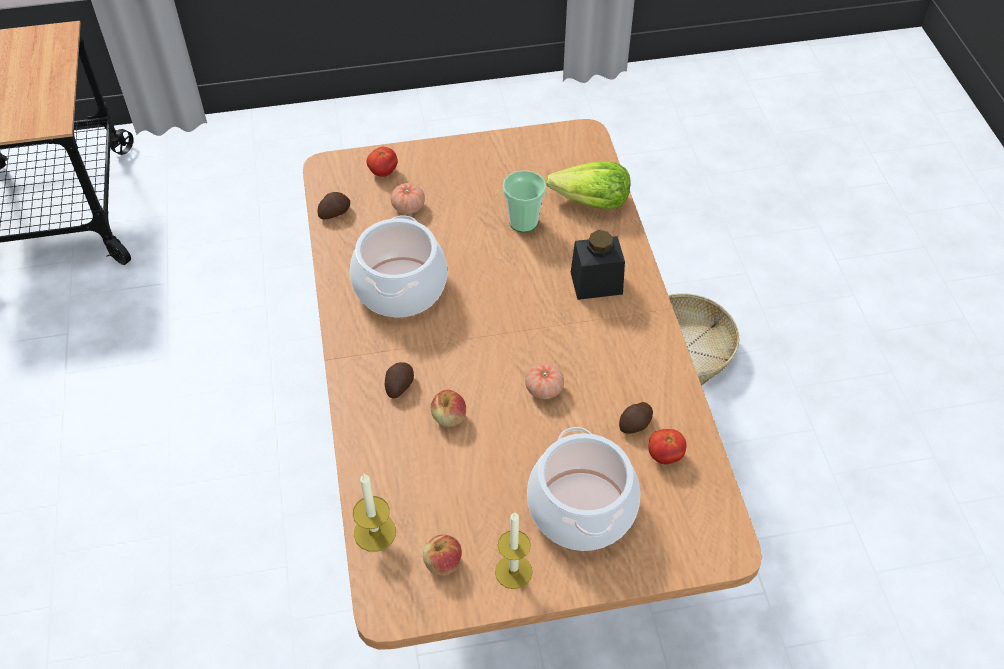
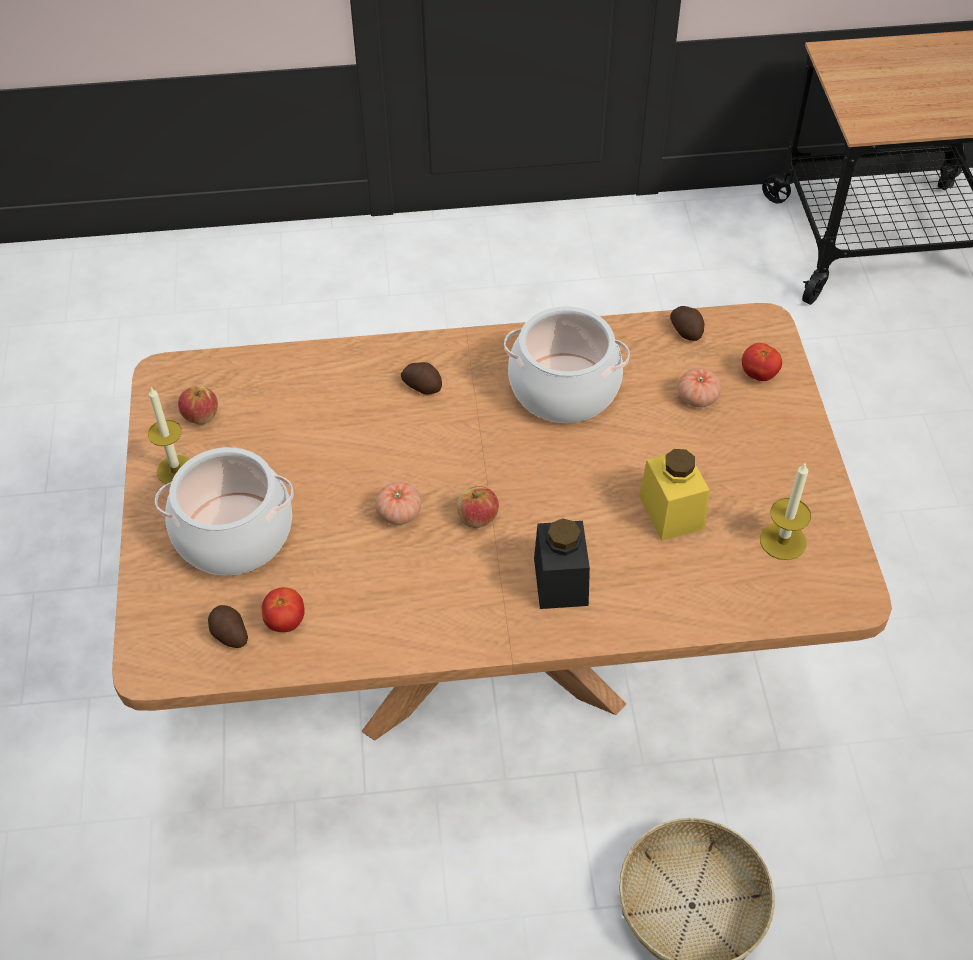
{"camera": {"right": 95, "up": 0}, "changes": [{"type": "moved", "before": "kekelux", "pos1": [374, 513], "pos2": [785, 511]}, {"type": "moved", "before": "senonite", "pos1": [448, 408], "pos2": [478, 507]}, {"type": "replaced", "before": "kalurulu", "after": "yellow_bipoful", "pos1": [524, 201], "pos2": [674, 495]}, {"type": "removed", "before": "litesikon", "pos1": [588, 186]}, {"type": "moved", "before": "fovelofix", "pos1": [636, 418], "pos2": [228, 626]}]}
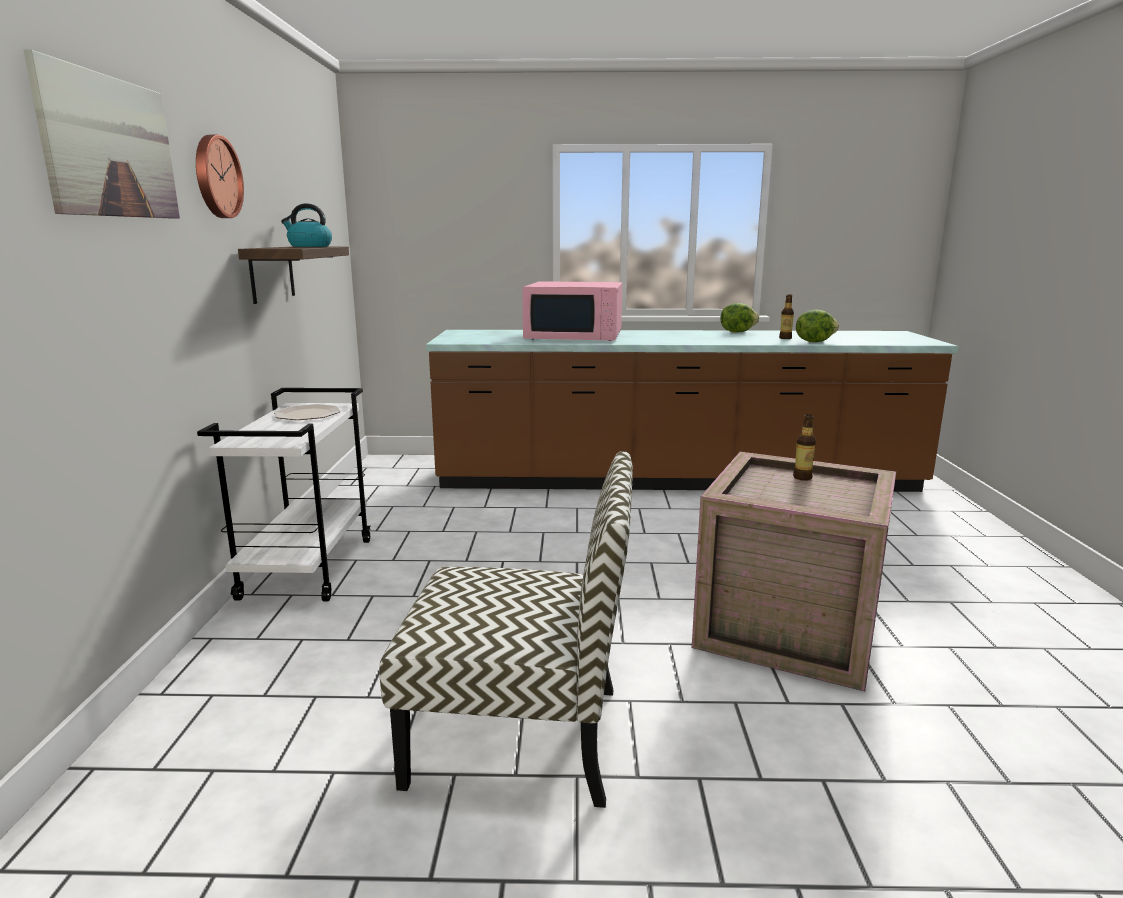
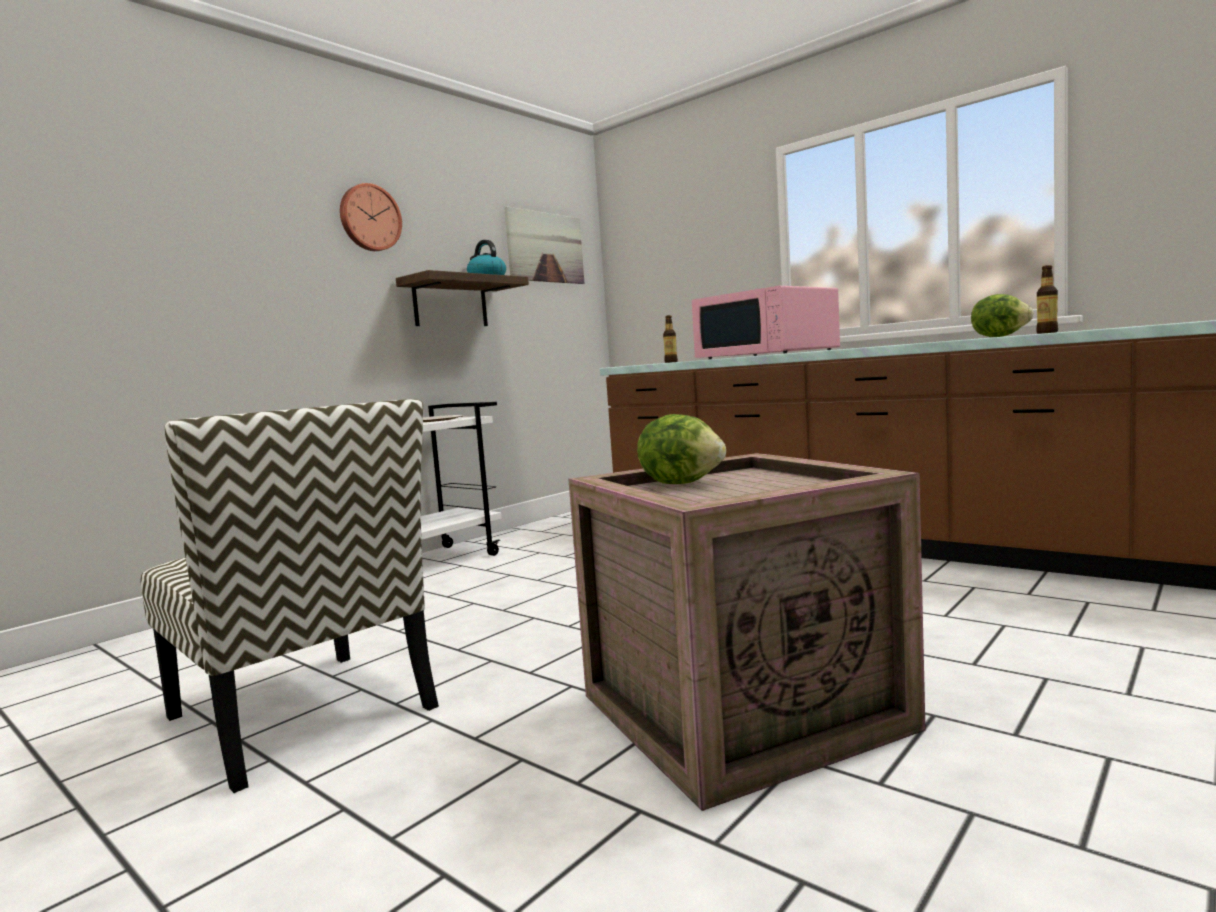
{"camera": {"right": 40, "up": -10}, "changes": [{"type": "moved", "before": "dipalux", "pos1": [102, 134], "pos2": [544, 245]}, {"type": "moved", "before": "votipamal", "pos1": [804, 447], "pos2": [670, 339]}, {"type": "moved", "before": "litesikon", "pos1": [817, 325], "pos2": [681, 449]}]}
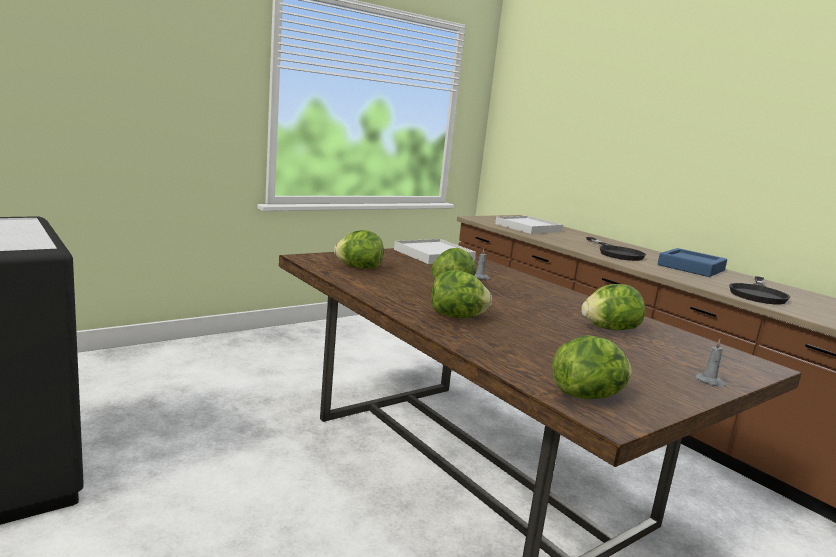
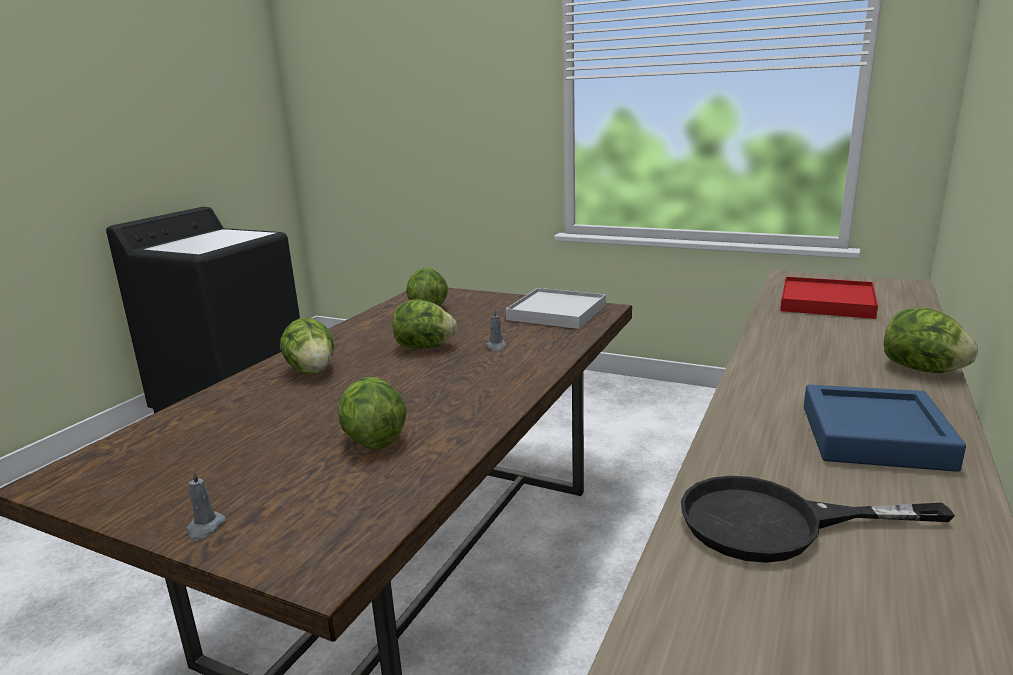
{"camera": {"right": 65, "up": 5}, "changes": [{"type": "recoloured", "before": "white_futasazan", "after": "red_futasazan", "pos1": [529, 225], "pos2": [829, 298]}, {"type": "moved", "before": "litesikon", "pos1": [592, 367], "pos2": [931, 340]}, {"type": "removed", "before": "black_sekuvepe", "pos1": [616, 249]}]}
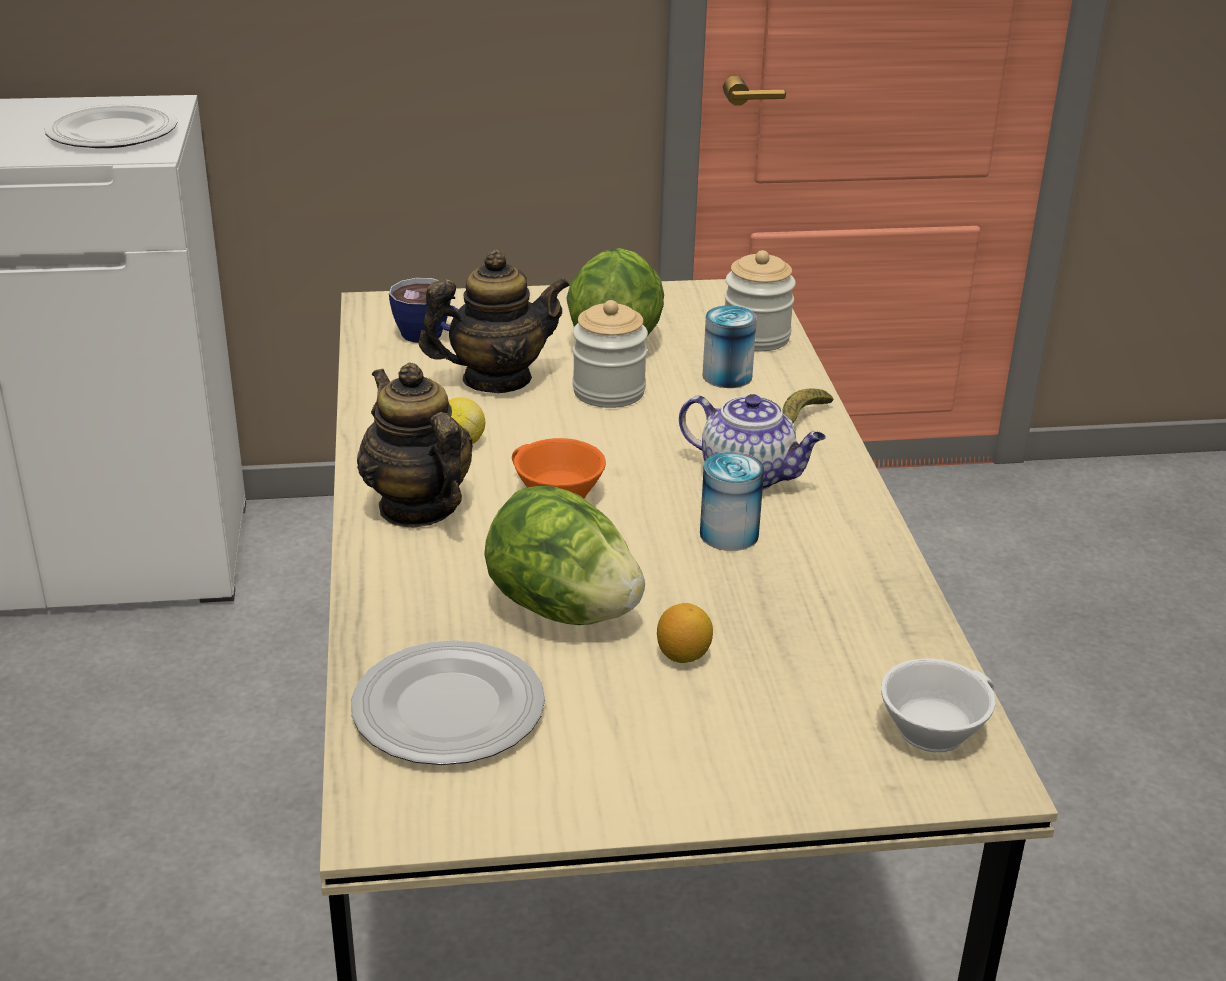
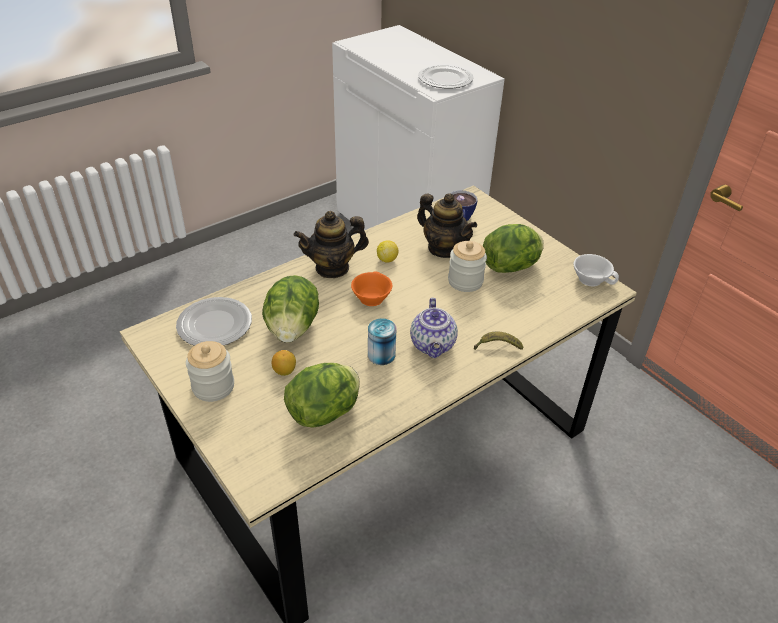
{"camera": {"right": 60, "up": 10}, "changes": [{"type": "turned", "before": "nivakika", "pos1": [415, 444], "pos2": [331, 244], "turn": -135}, {"type": "removed", "before": "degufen", "pos1": [730, 346]}, {"type": "moved", "before": "bipoful", "pos1": [760, 300], "pos2": [210, 371]}, {"type": "moved", "before": "white_kalurulu", "pos1": [938, 705], "pos2": [596, 270]}, {"type": "added", "after": "litesikon", "pos2": [322, 395]}]}
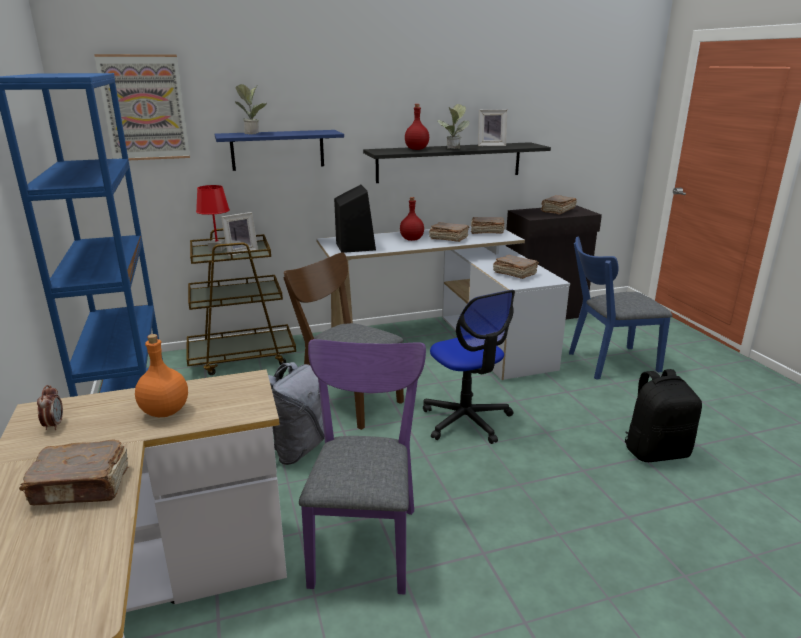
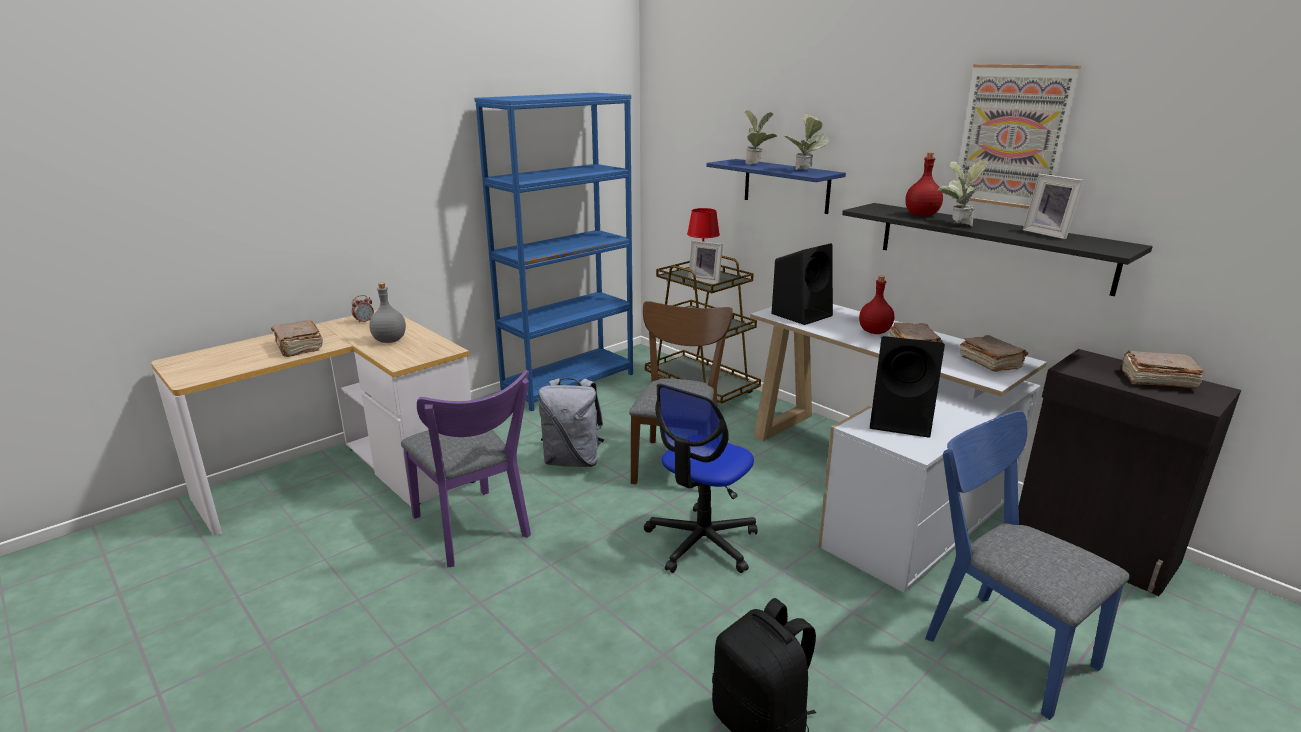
{"camera": {"right": 65, "up": 0}, "changes": [{"type": "moved", "before": "dipalux", "pos1": [142, 107], "pos2": [1016, 136]}, {"type": "recoloured", "before": "orange_votipamal", "after": "grey_votipamal", "pos1": [161, 375], "pos2": [387, 313]}, {"type": "turned", "before": "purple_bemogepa", "pos1": [362, 466], "pos2": [466, 468], "turn": 75}, {"type": "replaced", "before": "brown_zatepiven", "after": "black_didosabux", "pos1": [516, 267], "pos2": [907, 387]}, {"type": "added", "after": "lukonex", "pos2": [807, 142]}]}
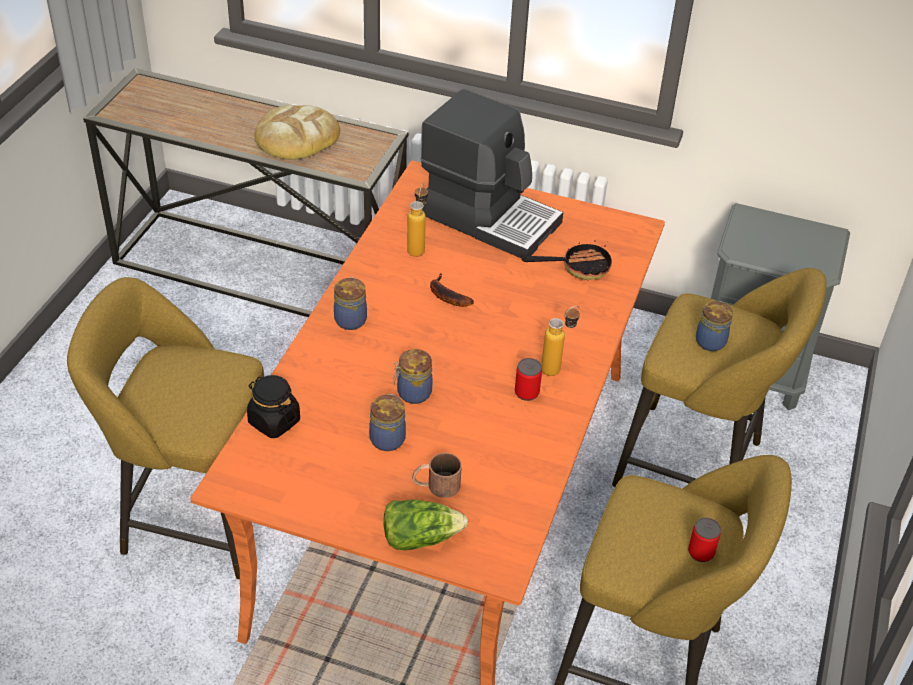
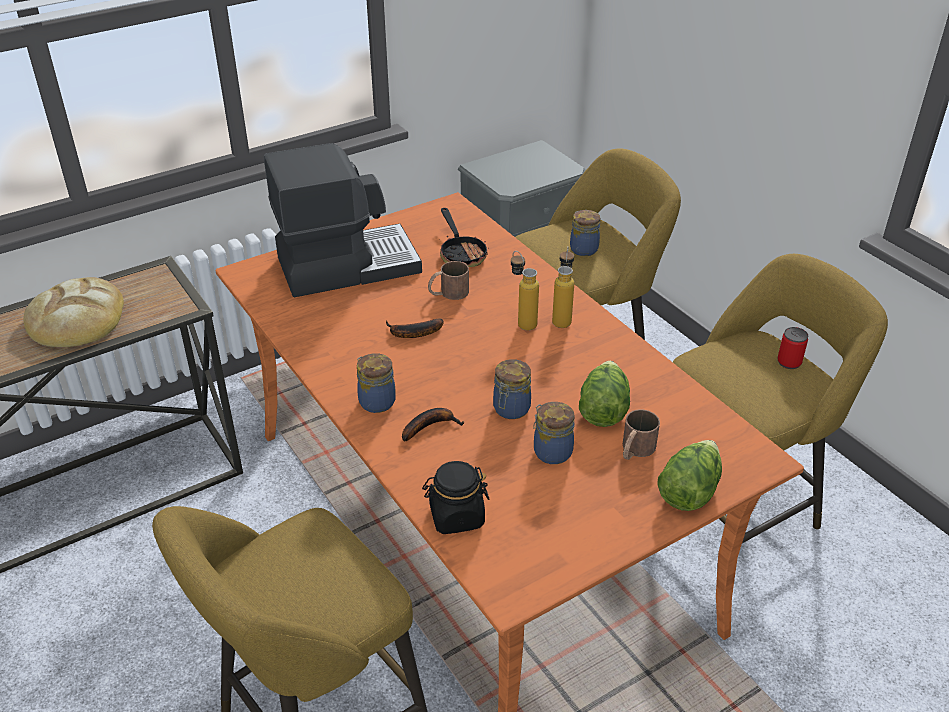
{"camera": {"right": -50, "up": -5}, "changes": [{"type": "moved", "before": "votipamal", "pos1": [417, 220], "pos2": [525, 291]}, {"type": "removed", "before": "degufen", "pos1": [528, 379]}, {"type": "turned", "before": "sekuvepe", "pos1": [567, 261], "pos2": [464, 237], "turn": 135}, {"type": "added", "after": "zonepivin", "pos2": [433, 425]}, {"type": "added", "after": "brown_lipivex", "pos2": [448, 280]}, {"type": "added", "after": "litesikon", "pos2": [604, 394]}]}
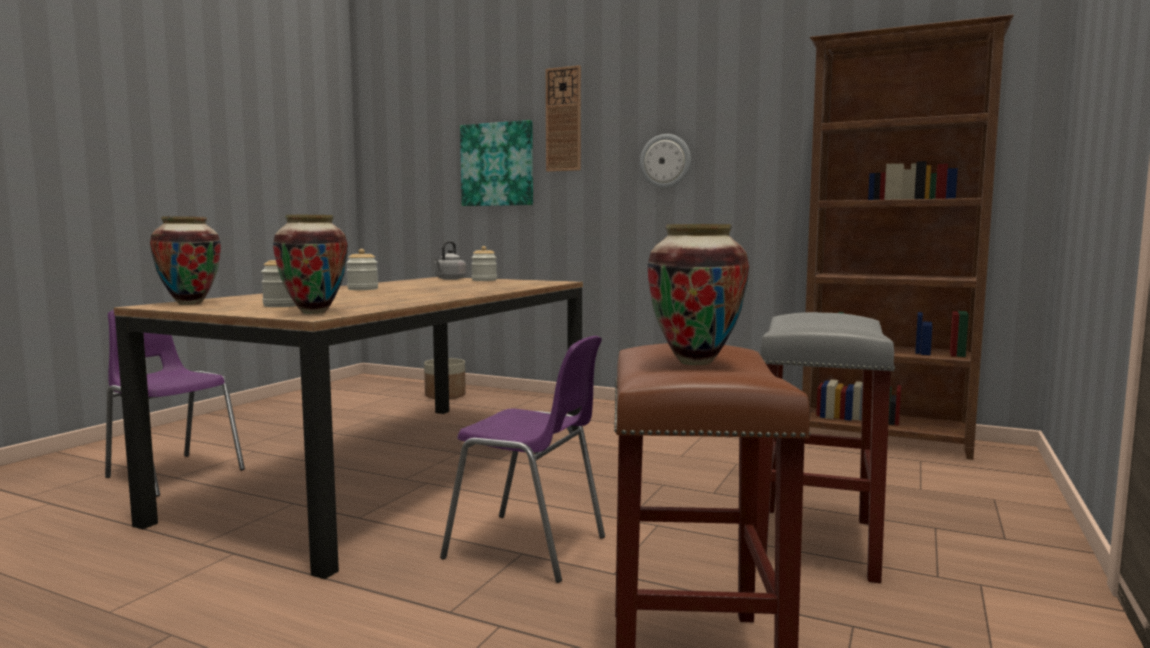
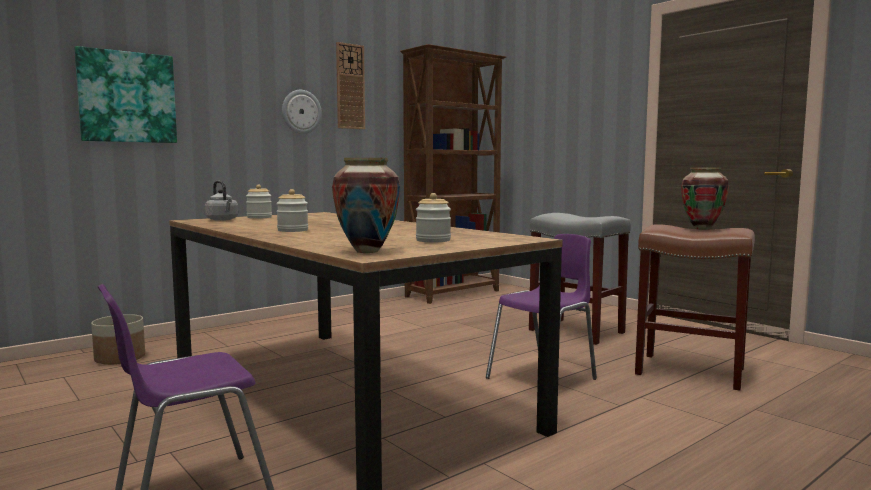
{"camera": {"right": -65, "up": 0}, "changes": [{"type": "removed", "before": "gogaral", "pos1": [310, 264]}, {"type": "moved", "before": "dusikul", "pos1": [563, 118], "pos2": [350, 85]}]}
